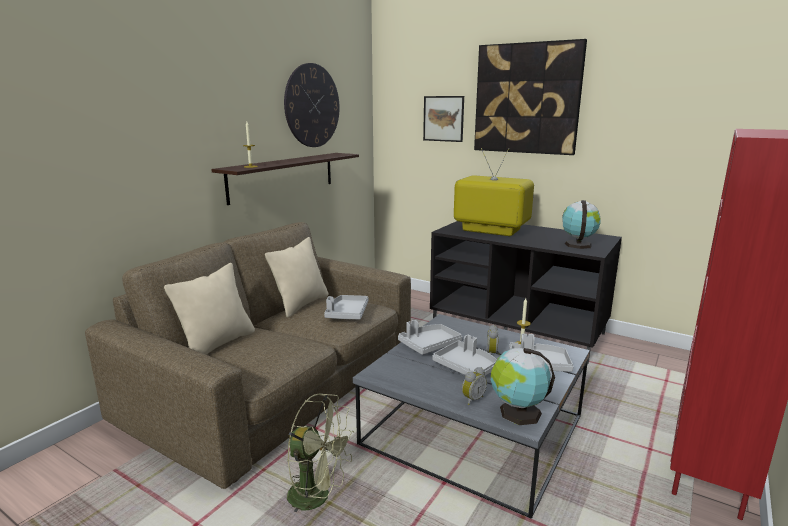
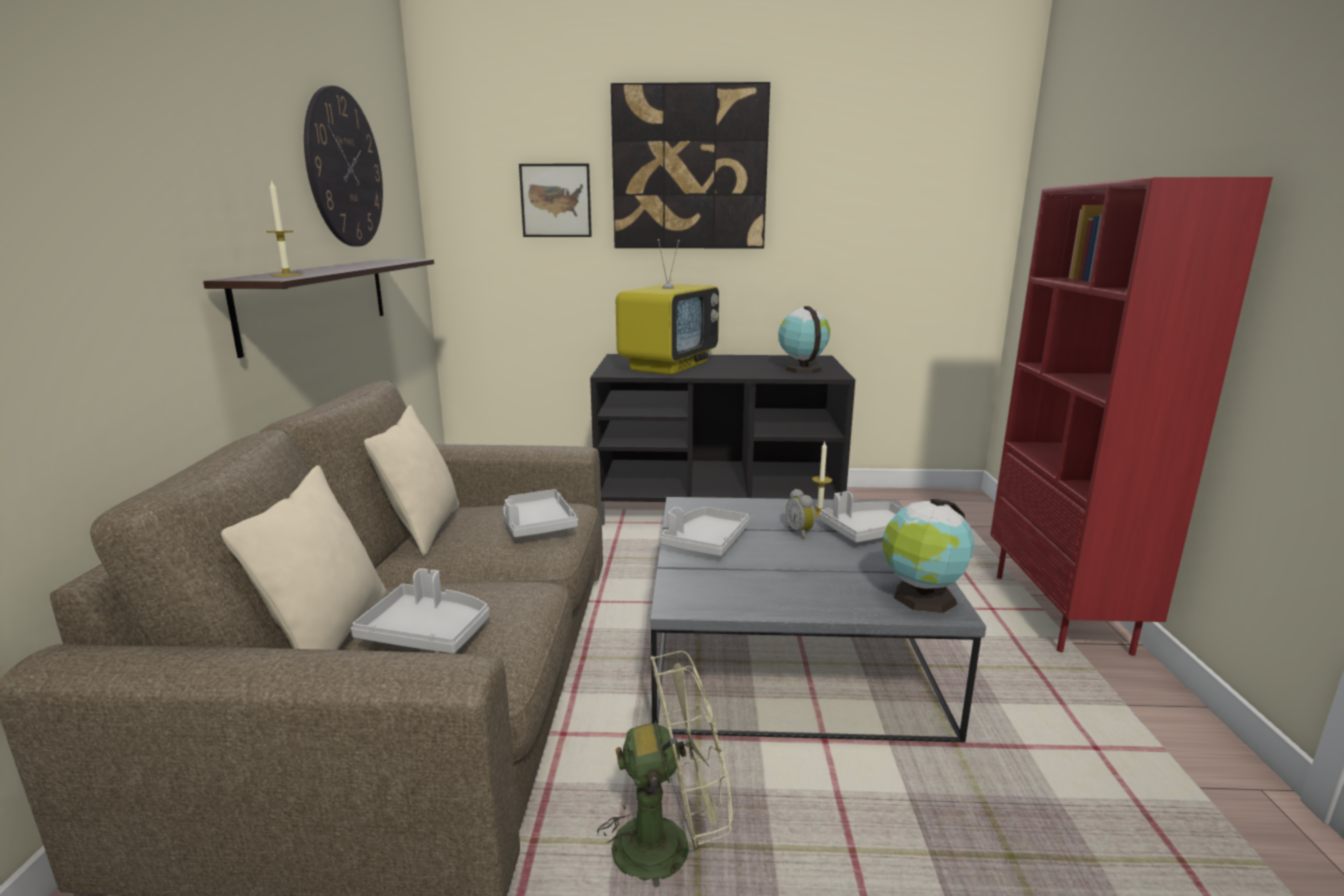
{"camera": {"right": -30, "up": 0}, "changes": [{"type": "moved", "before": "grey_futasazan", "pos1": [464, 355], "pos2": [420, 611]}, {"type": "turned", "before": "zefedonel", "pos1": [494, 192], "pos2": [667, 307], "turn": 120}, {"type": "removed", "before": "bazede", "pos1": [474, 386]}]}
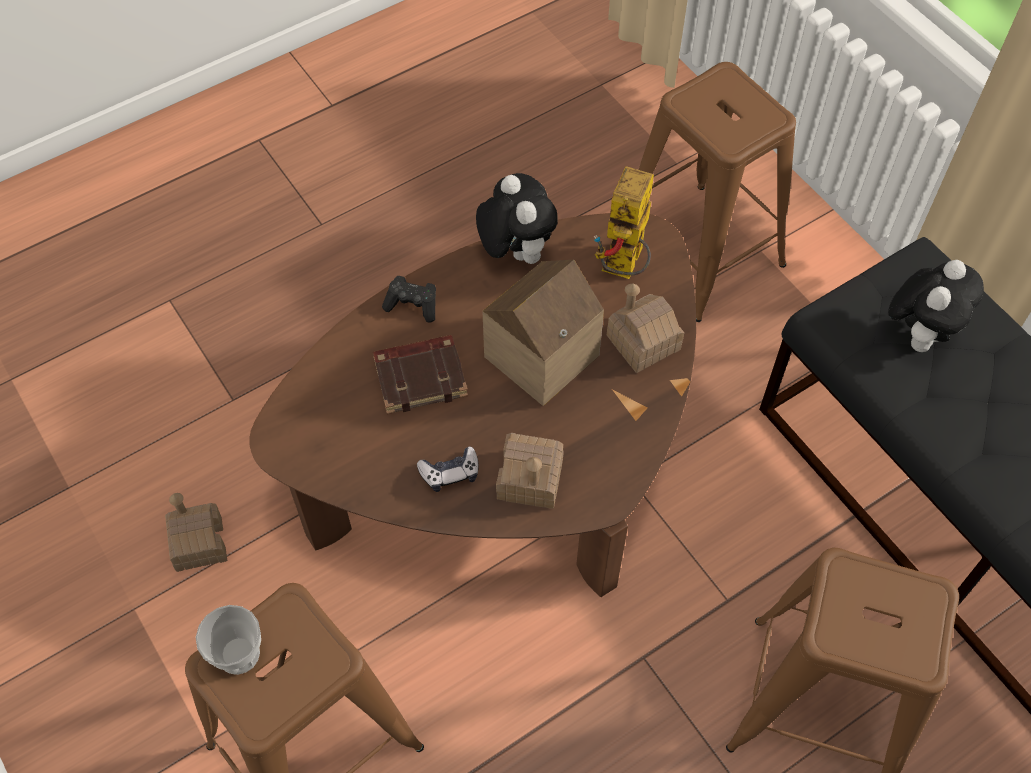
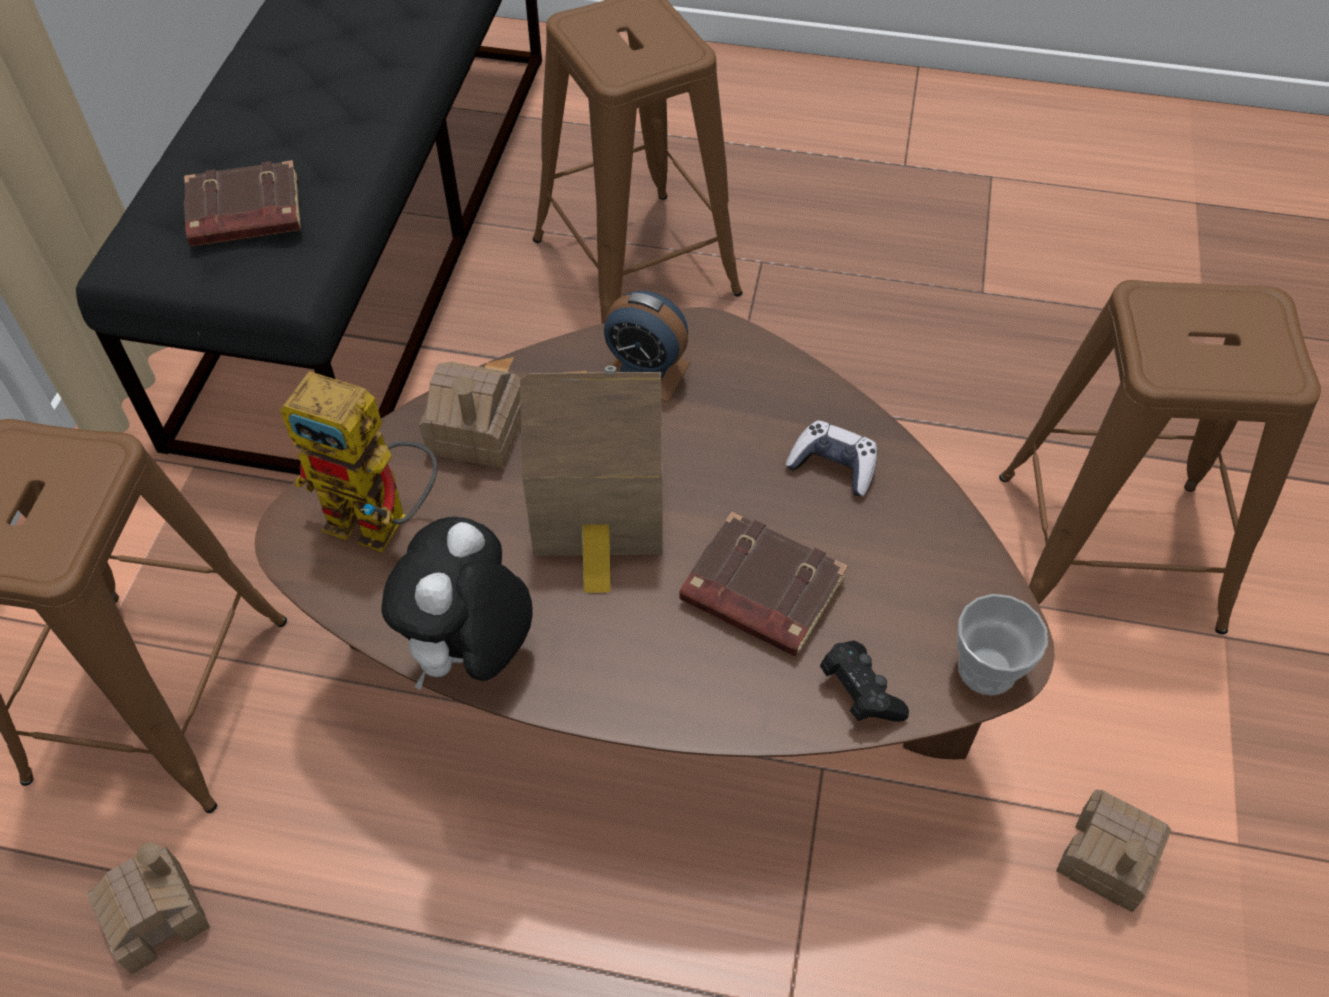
{"camera": {"right": -135, "up": -5}, "changes": [{"type": "moved", "before": "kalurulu", "pos1": [228, 640], "pos2": [1002, 645]}, {"type": "moved", "before": "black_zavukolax", "pos1": [409, 299], "pos2": [864, 681]}, {"type": "moved", "before": "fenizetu", "pos1": [530, 471], "pos2": [149, 908]}, {"type": "turned", "before": "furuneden", "pos1": [624, 222], "pos2": [359, 461], "turn": 45}, {"type": "replaced", "before": "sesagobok", "after": "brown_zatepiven", "pos1": [936, 306], "pos2": [242, 203]}, {"type": "added", "after": "bazede", "pos2": [647, 346]}]}
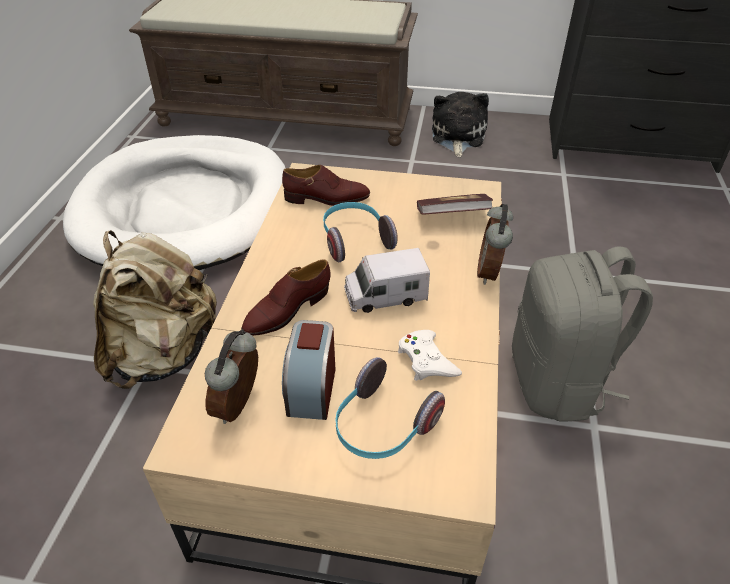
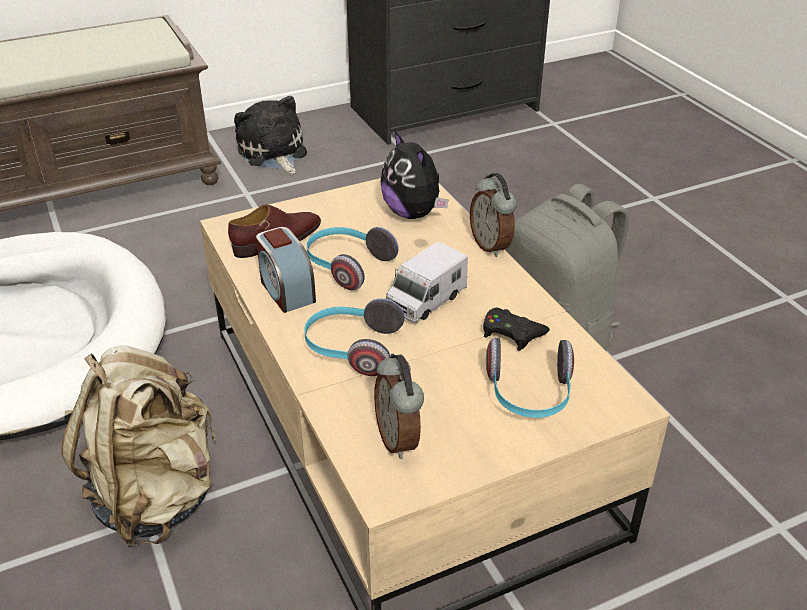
{"camera": {"right": -35, "up": -5}, "changes": [{"type": "replaced", "before": "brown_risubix", "after": "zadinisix", "pos1": [285, 297], "pos2": [354, 337]}, {"type": "moved", "before": "bazede", "pos1": [308, 370], "pos2": [286, 270]}, {"type": "recoloured", "before": "white_zavukolax", "after": "black_zavukolax", "pos1": [430, 355], "pos2": [516, 329]}, {"type": "replaced", "before": "zatepiven", "after": "sesagobok", "pos1": [455, 204], "pos2": [414, 175]}]}
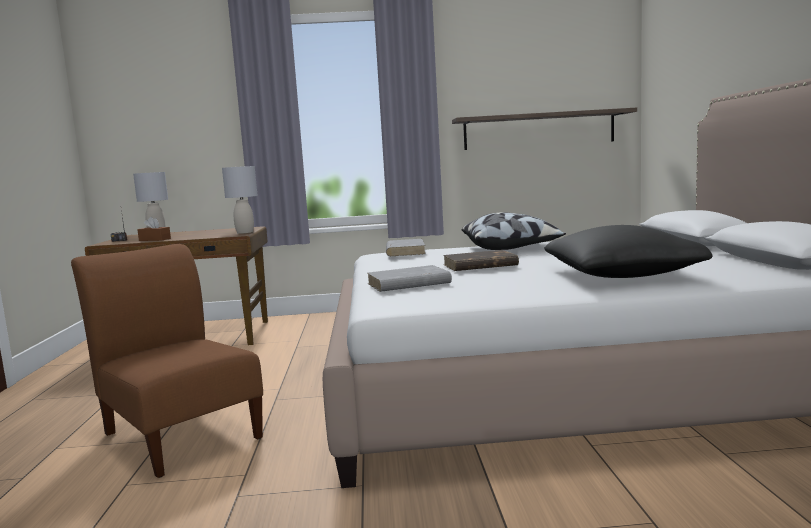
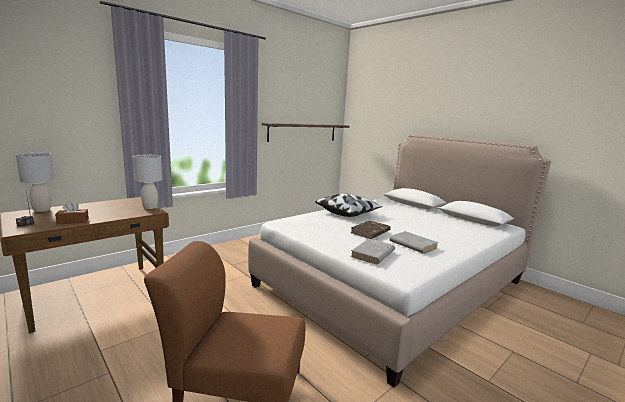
{"camera": {"right": -40, "up": 5}, "changes": [{"type": "moved", "before": "grey_zatepiven", "pos1": [405, 247], "pos2": [414, 242]}, {"type": "removed", "before": "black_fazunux", "pos1": [628, 251]}]}
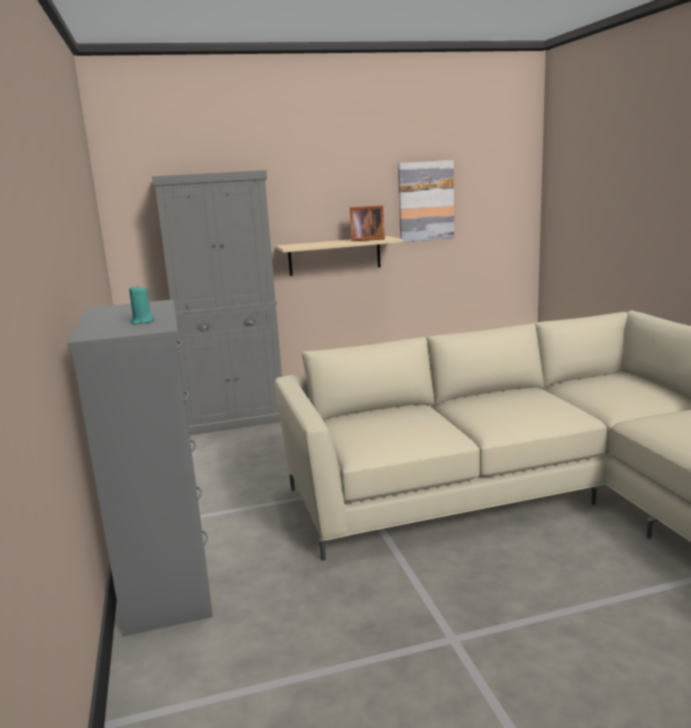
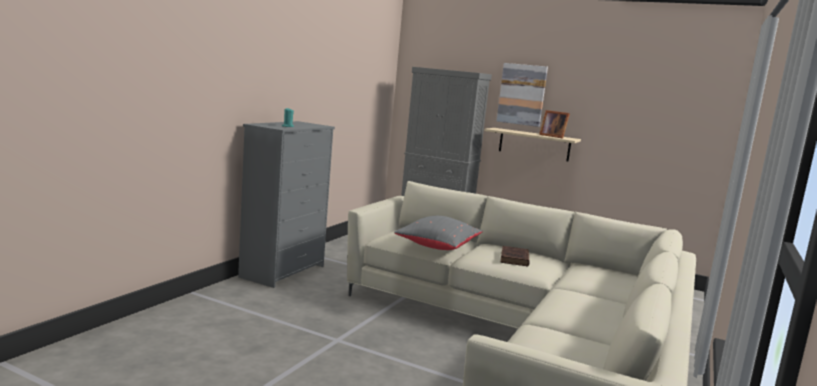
{"camera": {"right": 40, "up": -5}, "changes": [{"type": "moved", "before": "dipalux", "pos1": [426, 201], "pos2": [522, 95]}, {"type": "added", "after": "grey_fazunux", "pos2": [438, 233]}, {"type": "added", "after": "brown_zatepiven", "pos2": [515, 256]}]}
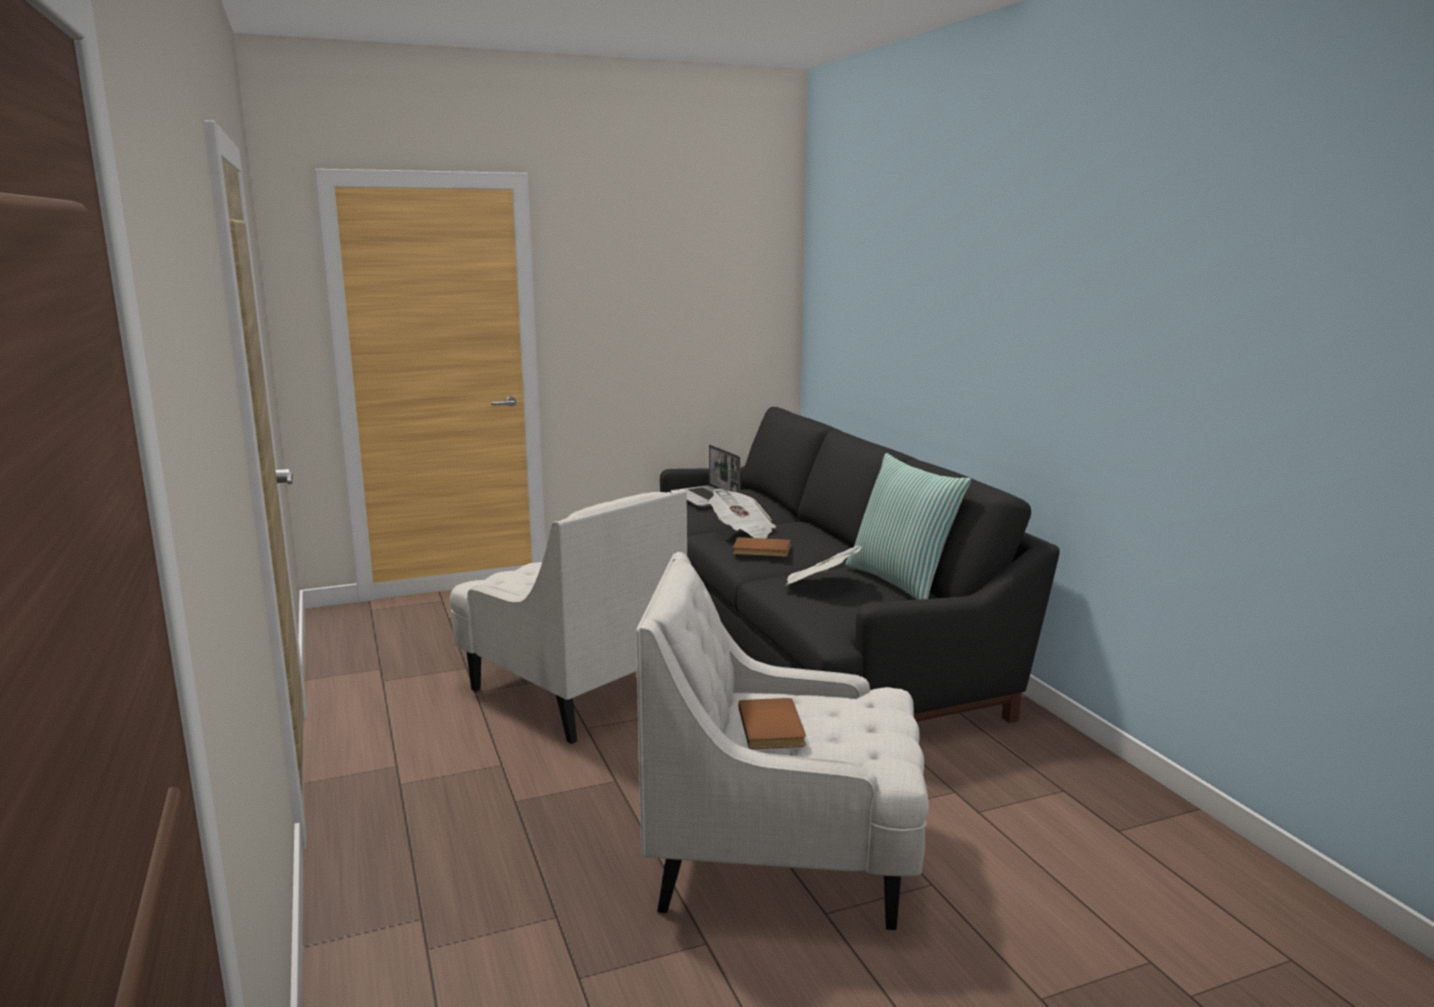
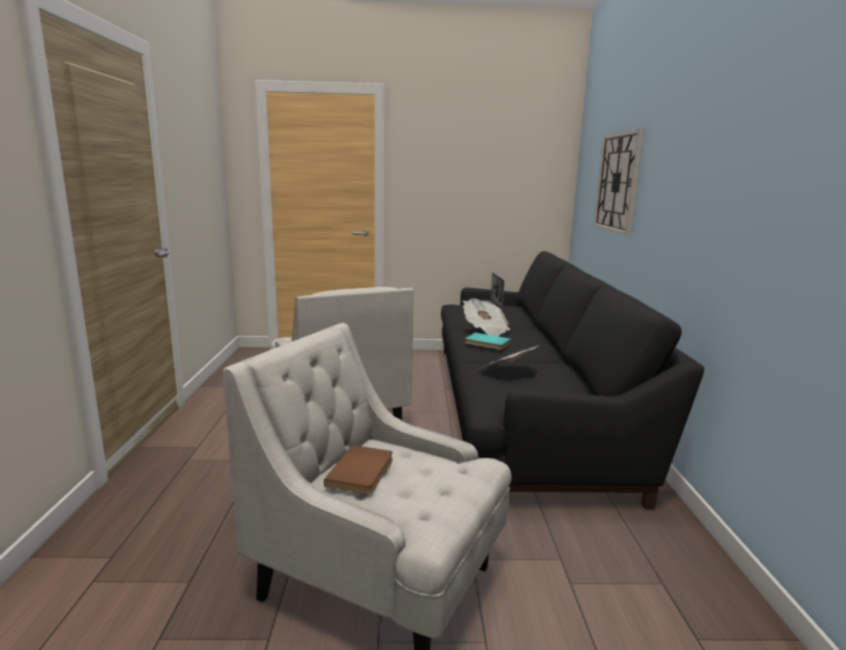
{"camera": {"right": 20, "up": 0}, "changes": [{"type": "recoloured", "before": "brown_zatepiven", "after": "turquoise_zatepiven", "pos1": [762, 547], "pos2": [488, 341]}, {"type": "removed", "before": "fazunux", "pos1": [908, 526]}, {"type": "added", "after": "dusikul", "pos2": [619, 182]}]}
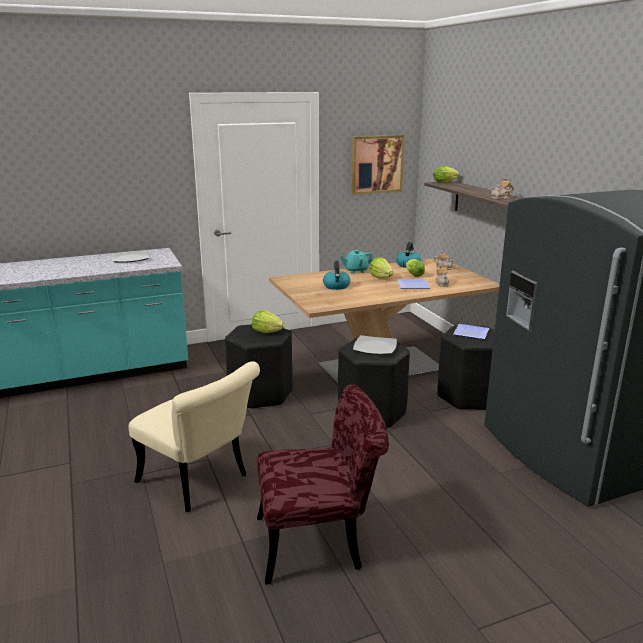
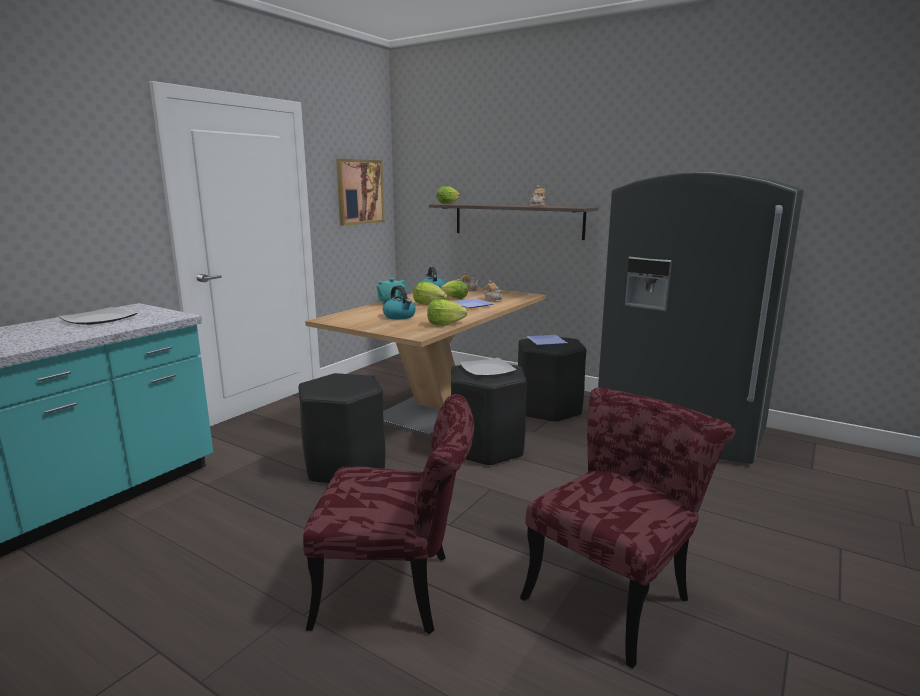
{"camera": {"right": -35, "up": -5}, "changes": [{"type": "recoloured", "before": "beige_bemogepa", "after": "red_bemogepa", "pos1": [194, 436], "pos2": [388, 514]}, {"type": "moved", "before": "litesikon", "pos1": [268, 321], "pos2": [447, 312]}]}
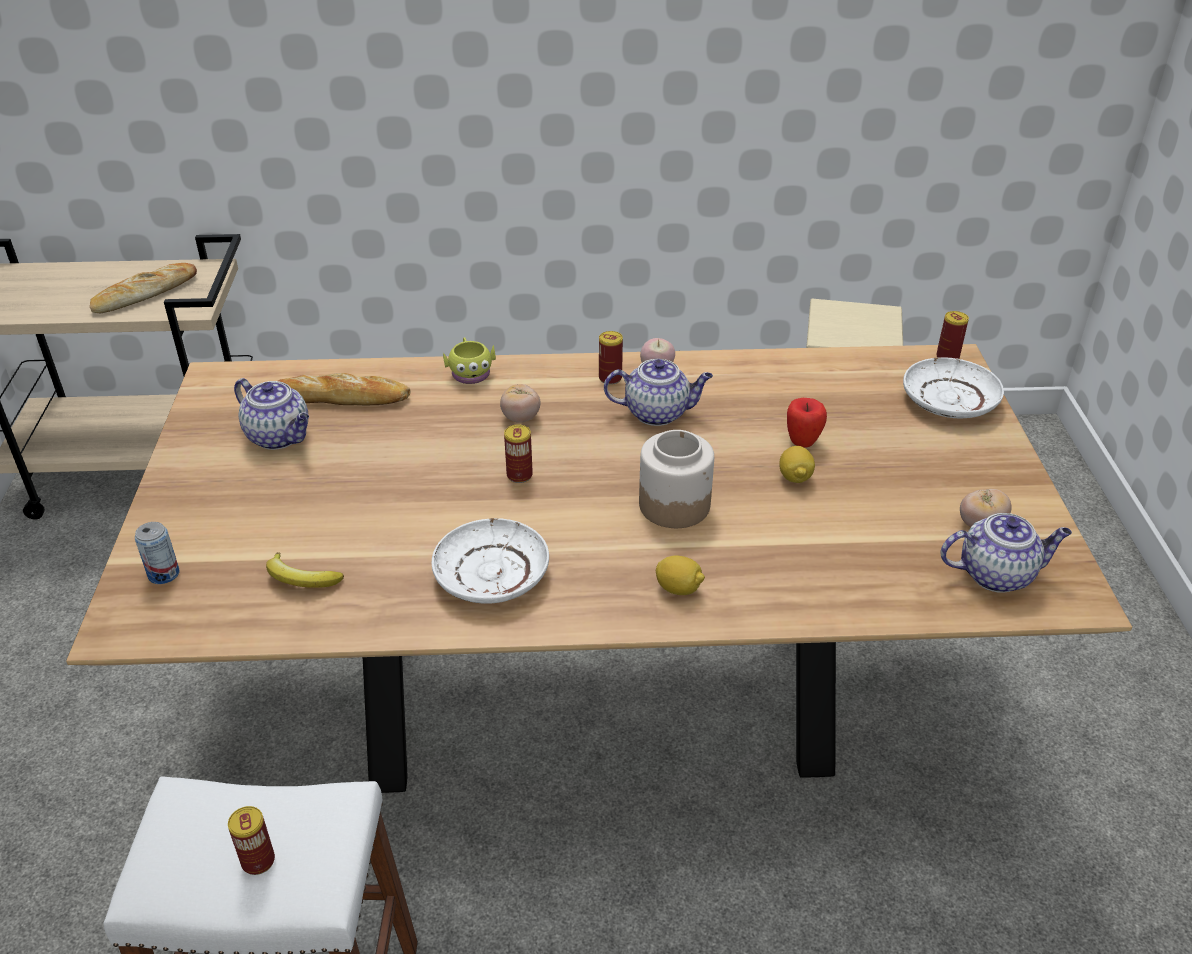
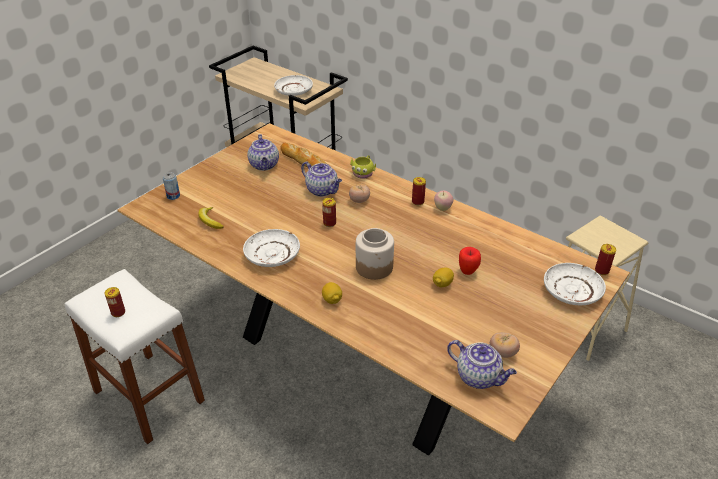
{"camera": {"right": 40, "up": 0}, "changes": [{"type": "replaced", "before": "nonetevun", "after": "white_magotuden", "pos1": [143, 288], "pos2": [293, 85]}, {"type": "moved", "before": "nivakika", "pos1": [658, 392], "pos2": [321, 179]}]}
